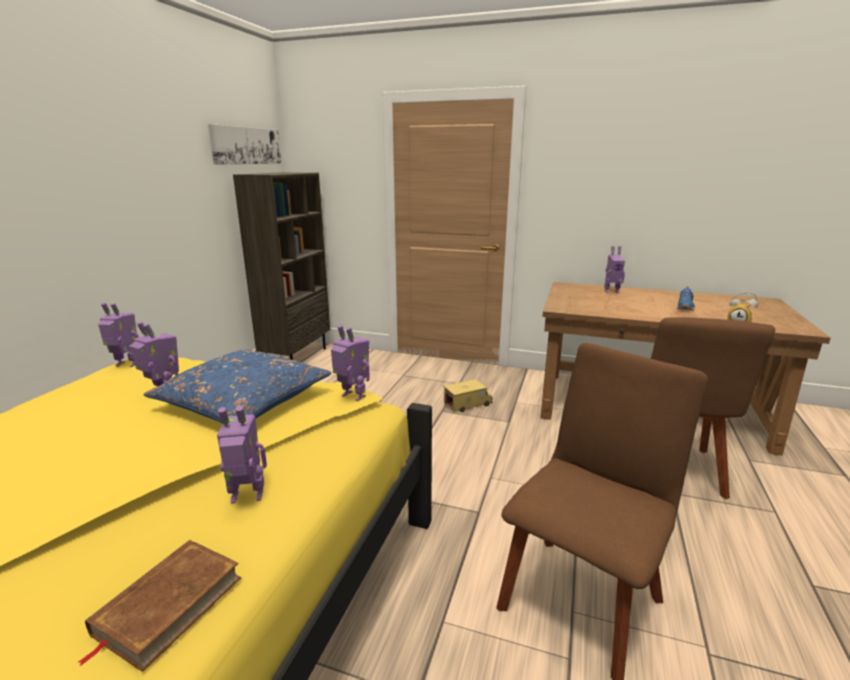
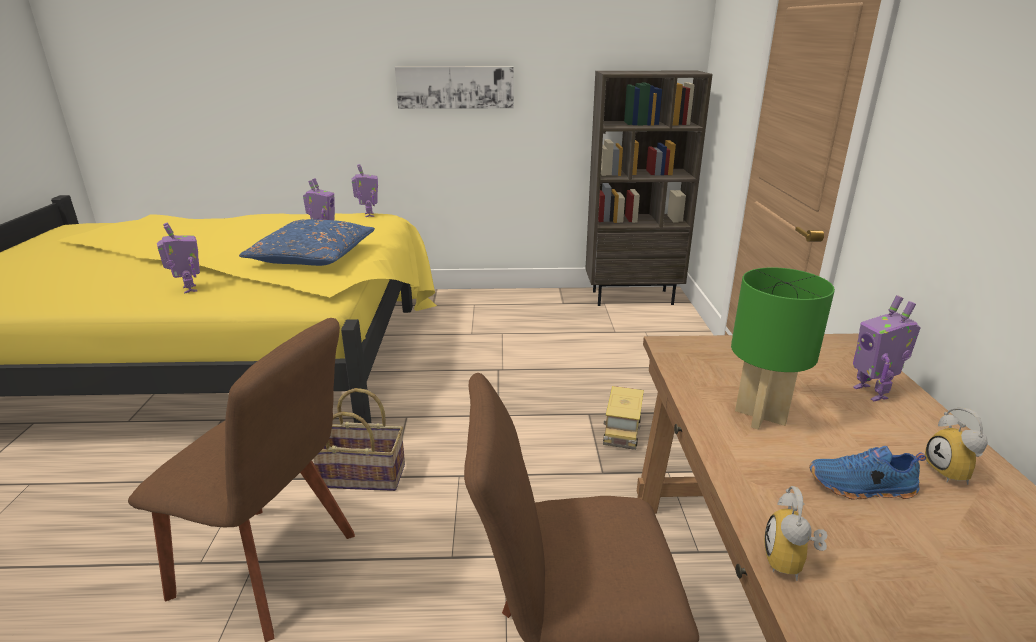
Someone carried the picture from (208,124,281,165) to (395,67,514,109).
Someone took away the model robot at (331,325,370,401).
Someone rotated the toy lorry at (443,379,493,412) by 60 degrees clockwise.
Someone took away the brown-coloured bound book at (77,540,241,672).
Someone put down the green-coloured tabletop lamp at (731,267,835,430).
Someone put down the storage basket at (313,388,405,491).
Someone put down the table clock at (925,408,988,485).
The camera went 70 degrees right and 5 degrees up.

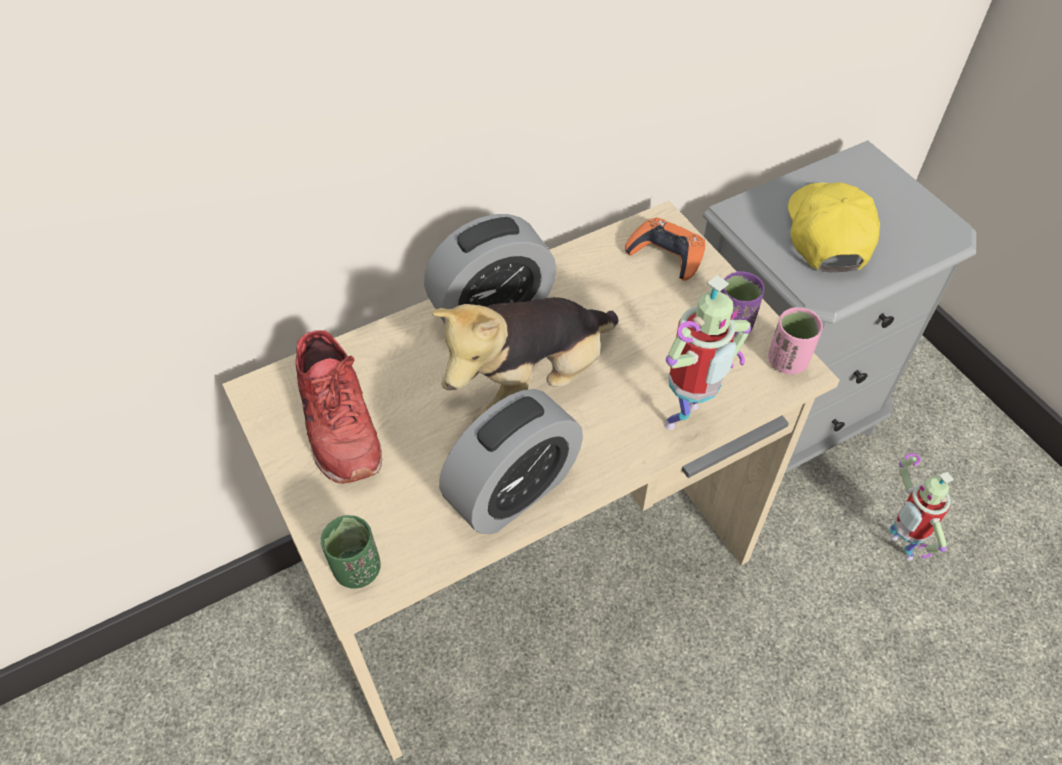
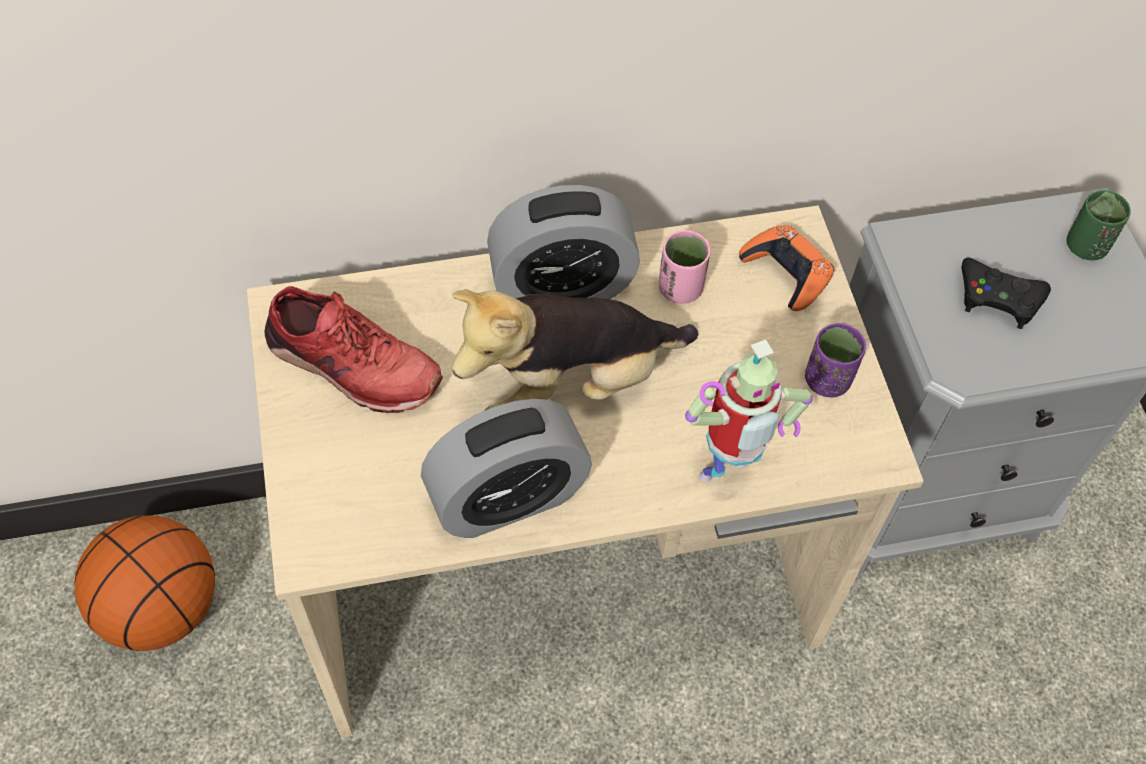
Someone swapped the yellowish peaked cap at (788,182,880,273) for the blackish game controller at (961,258,1051,329).
Someone carried the pink drinking cup from (768,307,823,374) to (659,230,710,304).
Someone rotated the reddish low shoe at (296,331,382,484) by 60 degrees counterclockwise.
Someone took away the model robot at (889,453,954,561).
Someone carried the green-coloured drinking cup from (321,515,381,589) to (1067,190,1131,260).
Someone put down the ball for basketball at (74,515,215,651).
The camera went 15 degrees right and 5 degrees up.

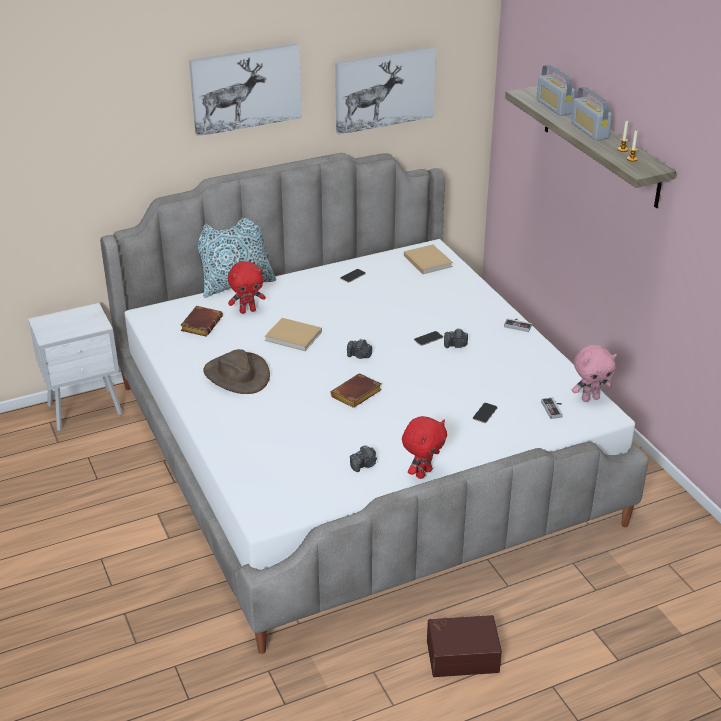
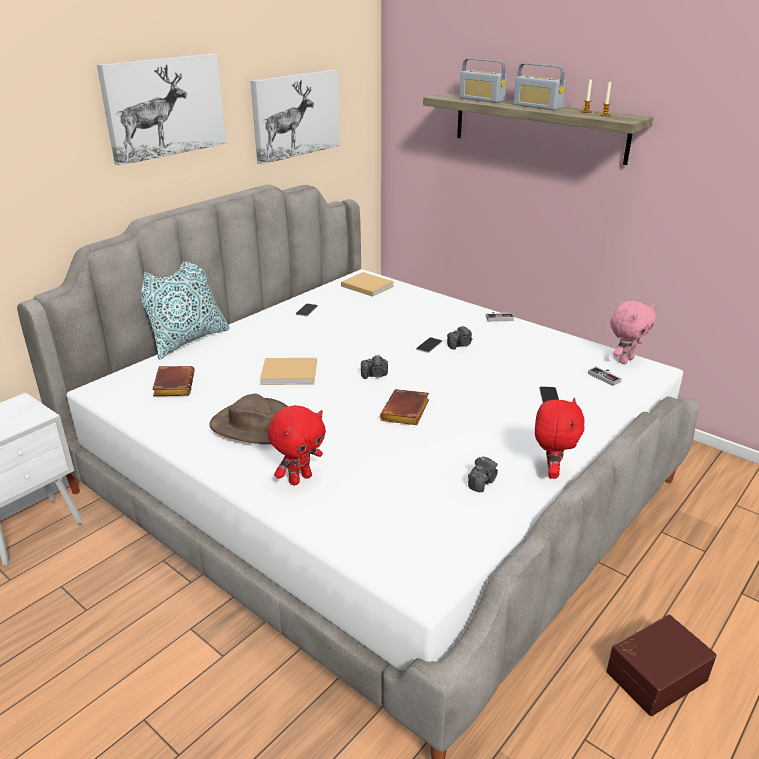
Someone carried the reddish plush toy from (228,261,266,314) to (267,405,326,486).
The camera went 25 degrees left and 5 degrees down.

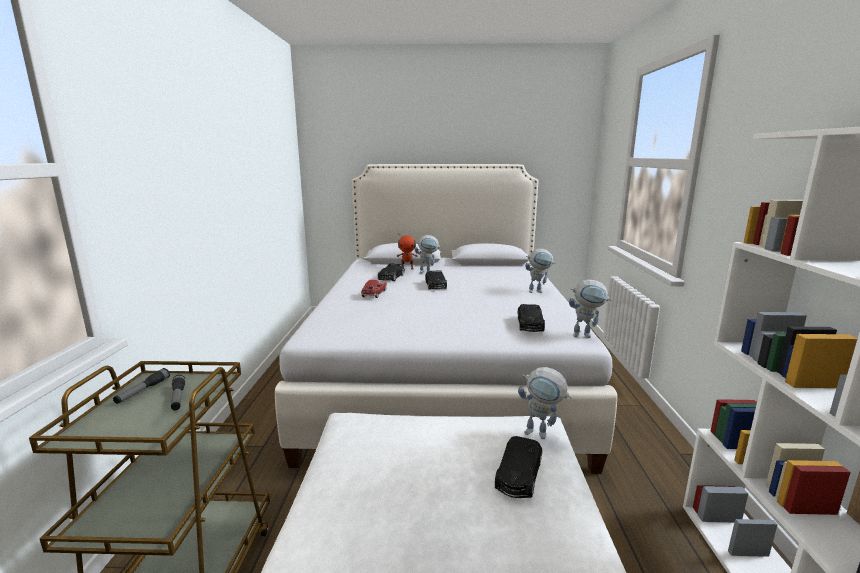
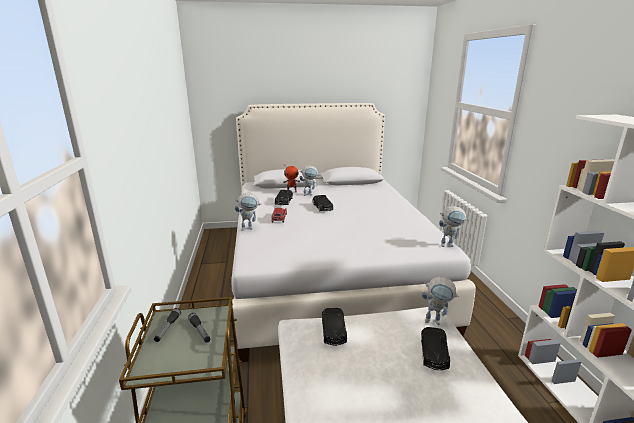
Someone carried the model robot from (525,249,555,293) to (235,193,262,231).
Someone carried the blackish miniature car from (518,304,545,332) to (322,308,347,346).
The camera went 10 degrees left and 5 degrees up.

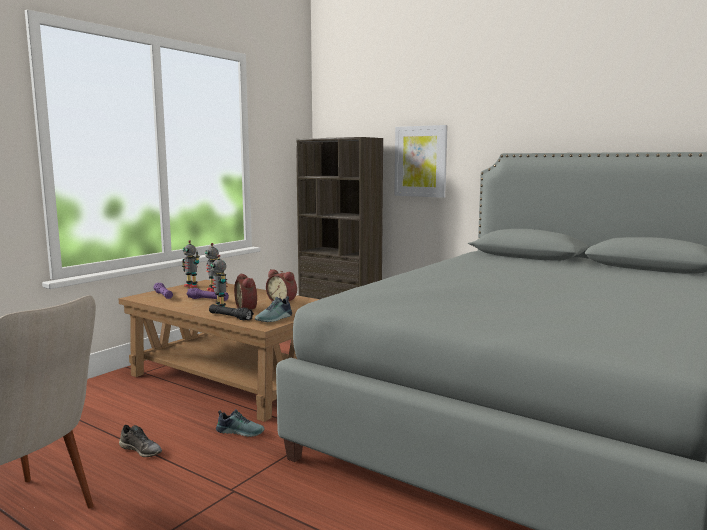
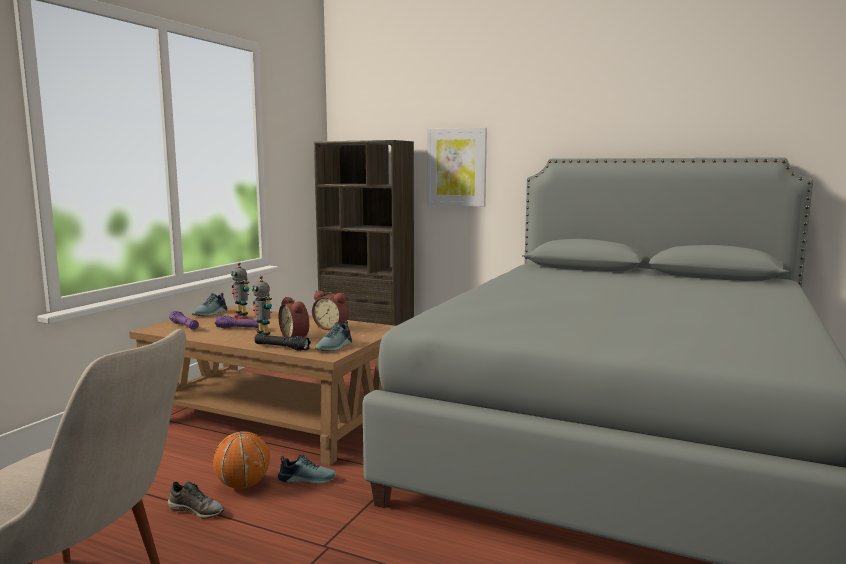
Someone swapped the model robot at (182,240,200,288) for the low shoe at (192,293,227,316).
Someone put down the ball for basketball at (213,431,270,489).
The camera went 10 degrees left and 0 degrees up.

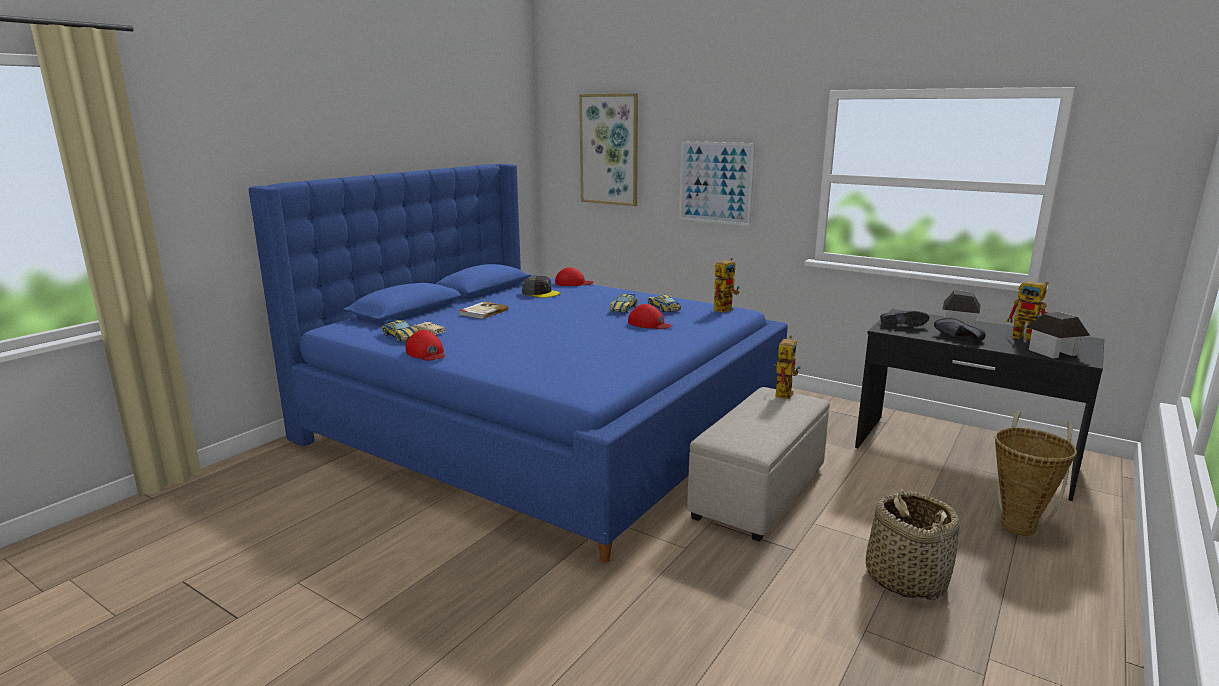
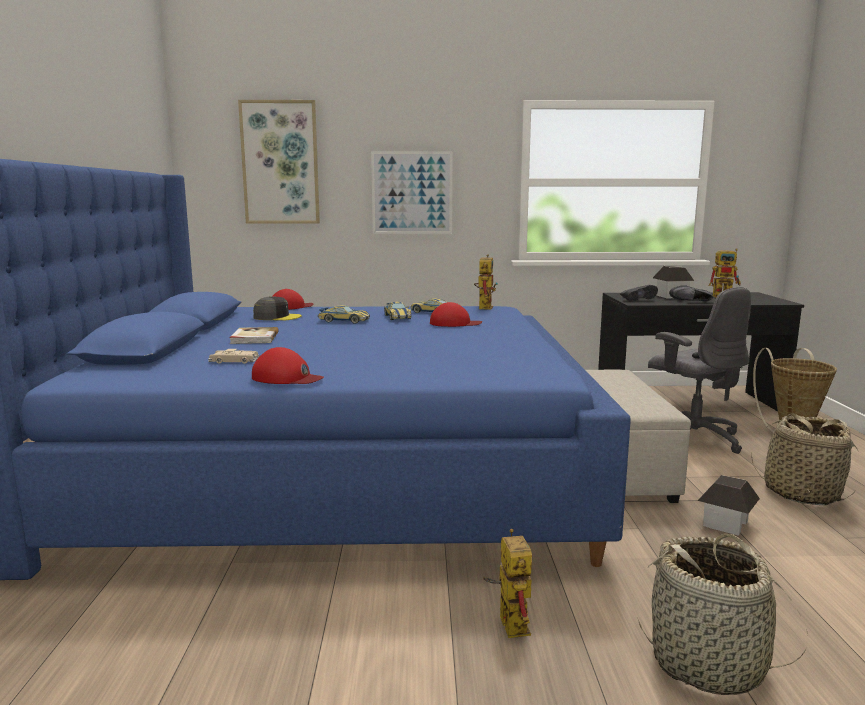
Someone carried the toy house from (1026,312,1090,358) to (697,475,760,536).
Someone carried the miniature car from (382,319,418,342) to (318,305,370,324).
Someone carried the model robot from (774,335,801,399) to (483,529,532,638).
Someone put down the gray office chair at (648,287,751,454).
Someone put down the storage basket at (637,534,808,695).
The camera went 35 degrees left and 5 degrees down.

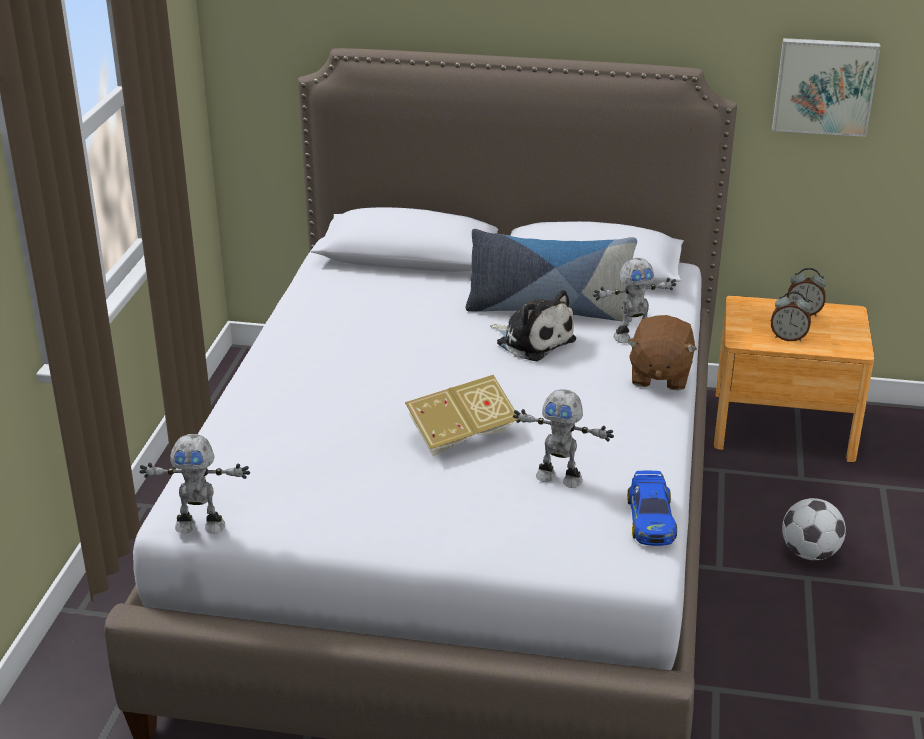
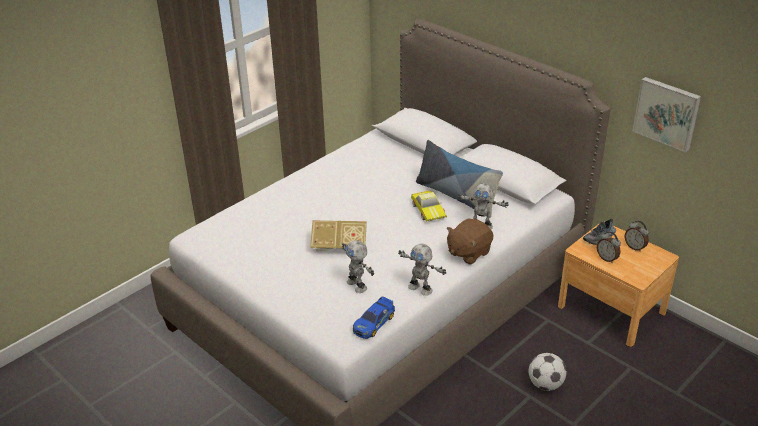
Someone swapped the plush toy at (490,290,576,361) for the miniature car at (411,190,447,221).
Someone carried the model robot from (139,434,250,534) to (398,244,446,296).
Someone put down the low shoe at (583,218,616,245).
The camera went 35 degrees right and 5 degrees up.

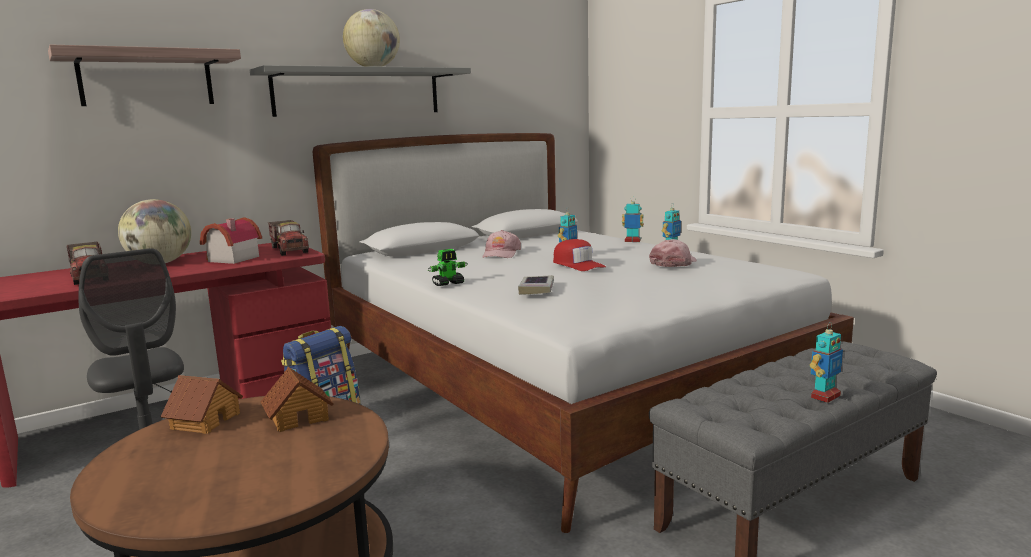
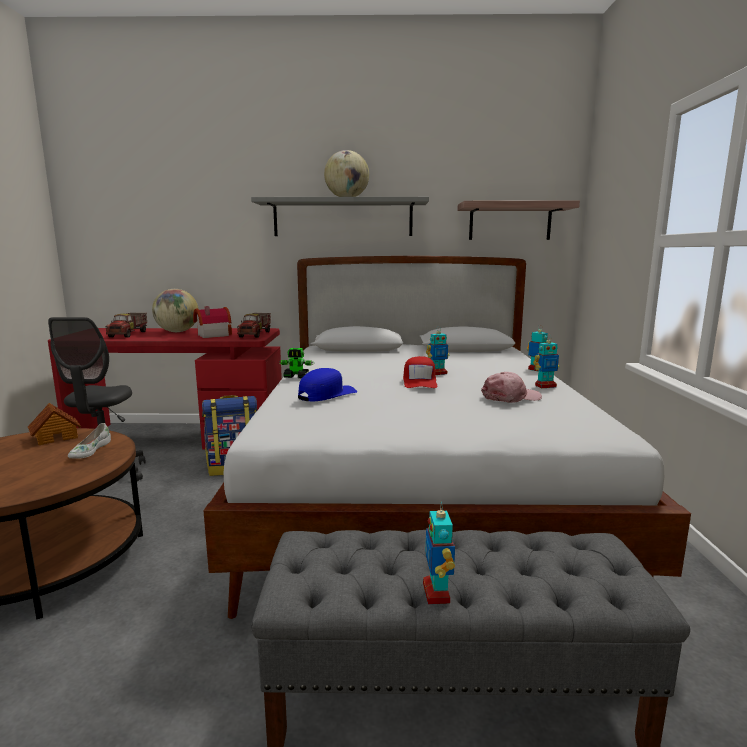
Someone carried the bracket shelf from (48,45,241,106) to (457,200,580,240).
Someone took away the pink peaked cap at (482,230,521,258).
Someone swapped the bound book at (518,275,554,295) for the bluish peaked cap at (298,368,358,401).
Someone rotated the model robot at (810,322,843,403) by 90 degrees clockwise.
Someone swapped the toy house at (261,367,334,432) for the white low shoe at (68,423,111,459).
The camera went 35 degrees right and 0 degrees up.

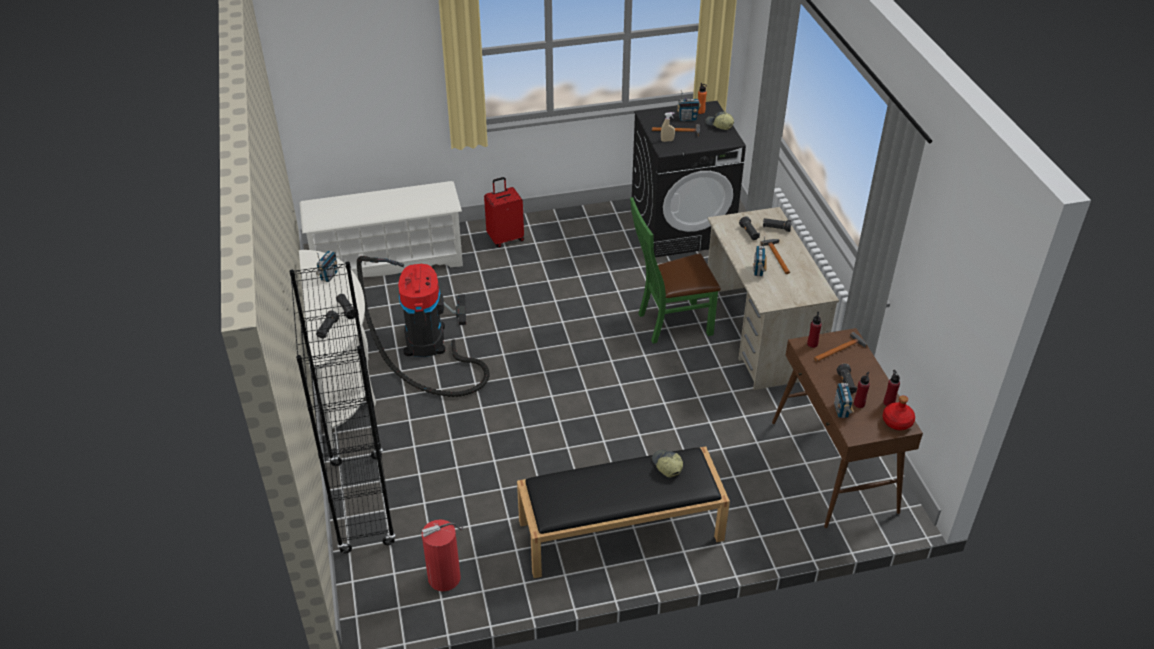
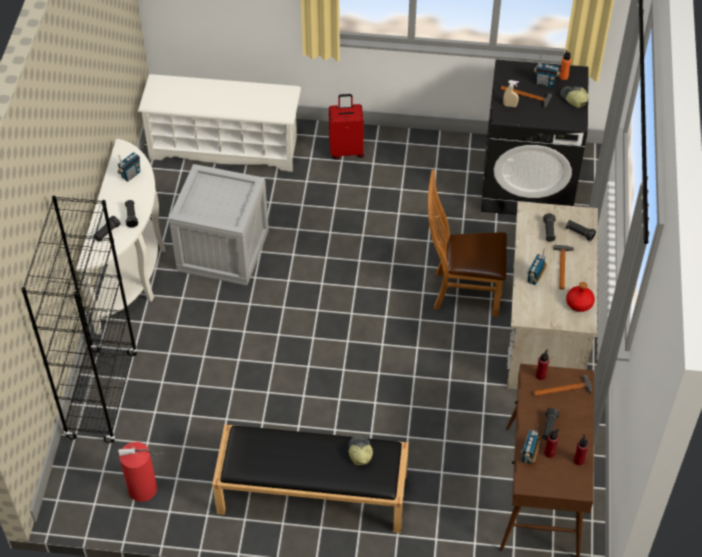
Someone repainted the green-coloured chair at (630,197,721,344), which became the brown-coloured chair at (428,170,507,317).
Someone swapped the hoover at (357,256,489,397) for the crate at (169,164,269,286).
Someone carried the reddish drink bottle from (883,396,915,430) to (566,282,595,312).
The camera went 20 degrees right and 10 degrees up.

